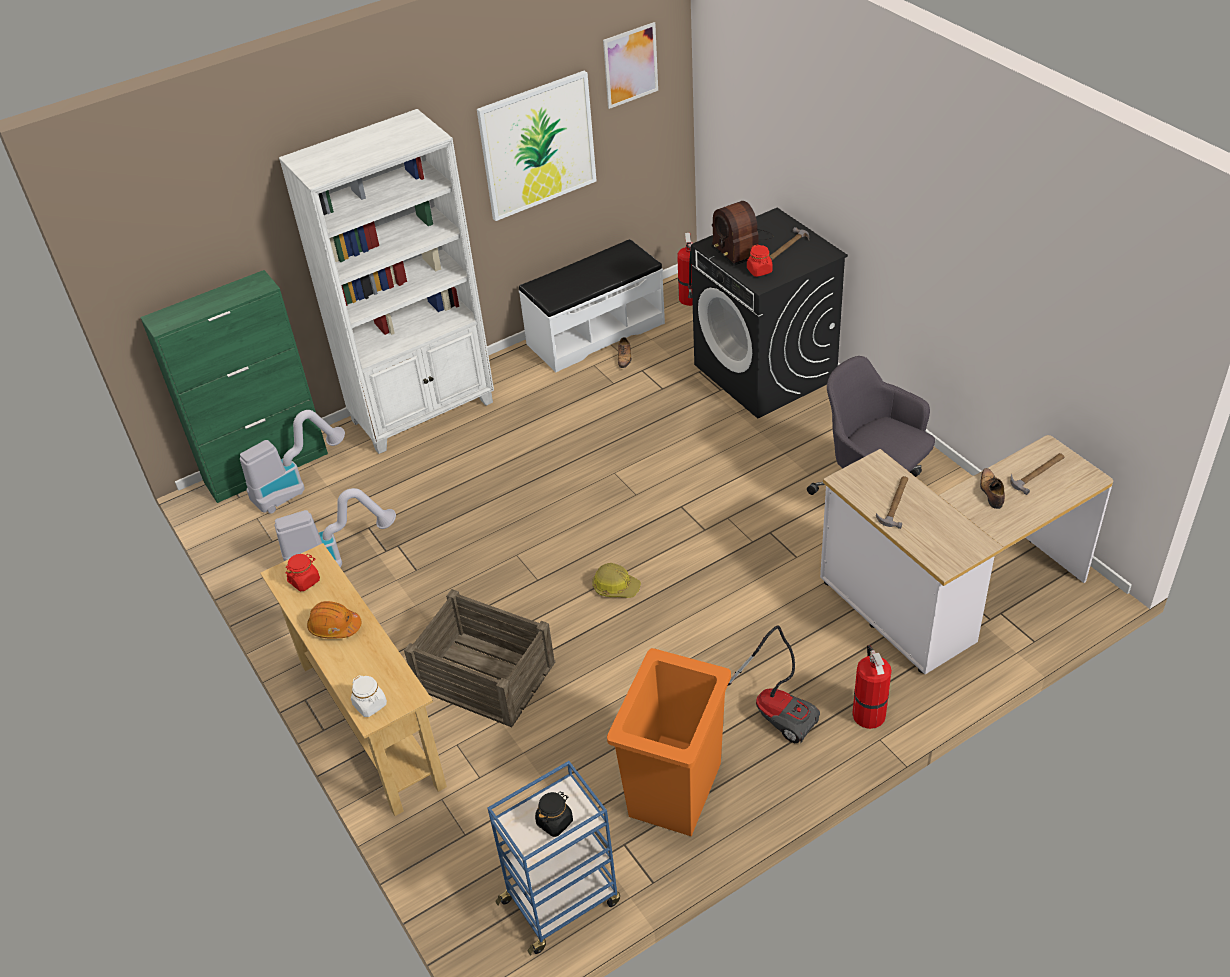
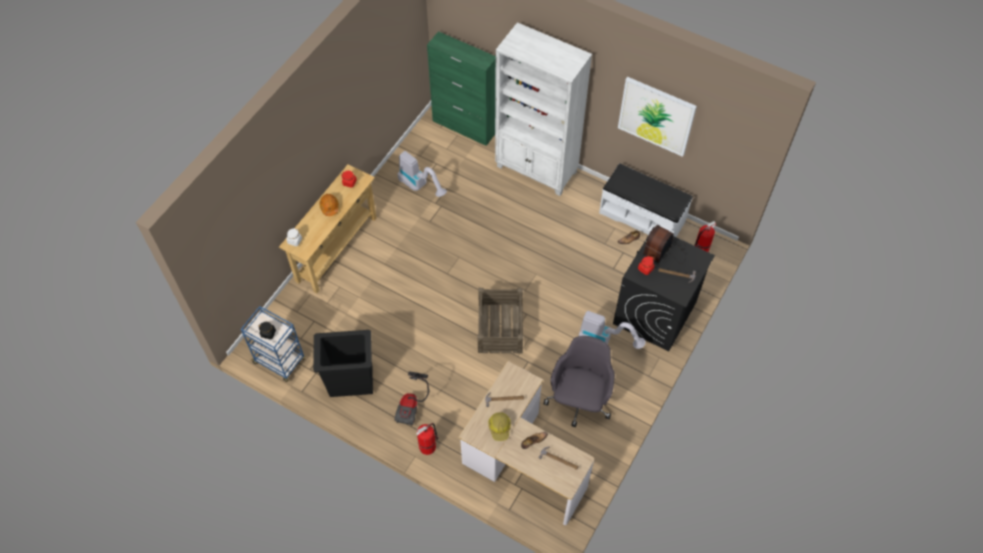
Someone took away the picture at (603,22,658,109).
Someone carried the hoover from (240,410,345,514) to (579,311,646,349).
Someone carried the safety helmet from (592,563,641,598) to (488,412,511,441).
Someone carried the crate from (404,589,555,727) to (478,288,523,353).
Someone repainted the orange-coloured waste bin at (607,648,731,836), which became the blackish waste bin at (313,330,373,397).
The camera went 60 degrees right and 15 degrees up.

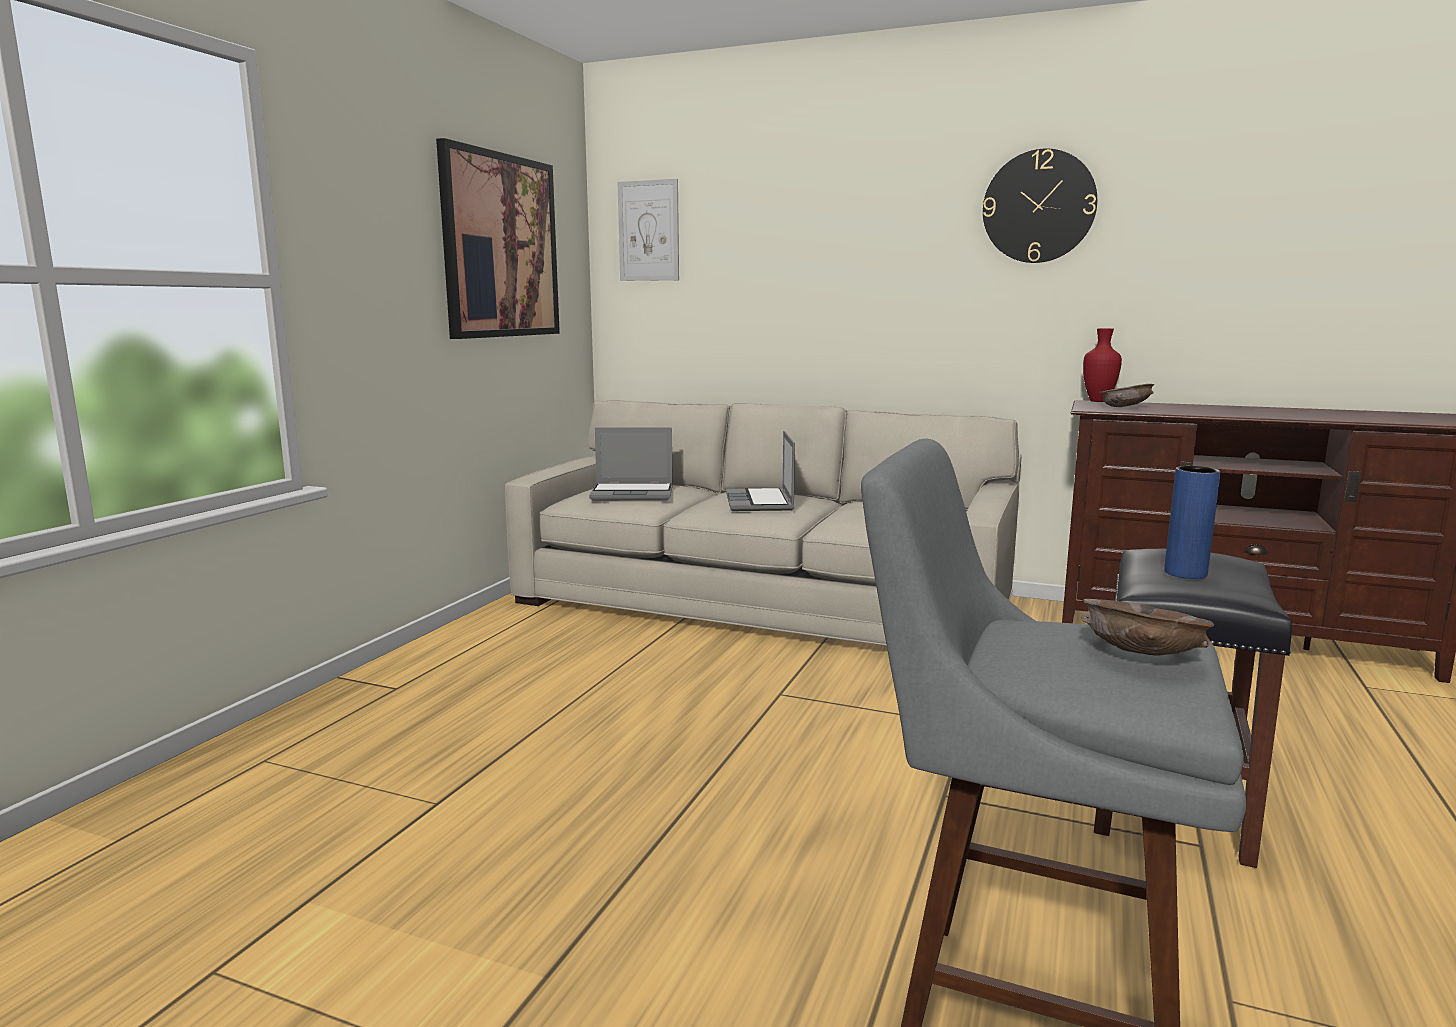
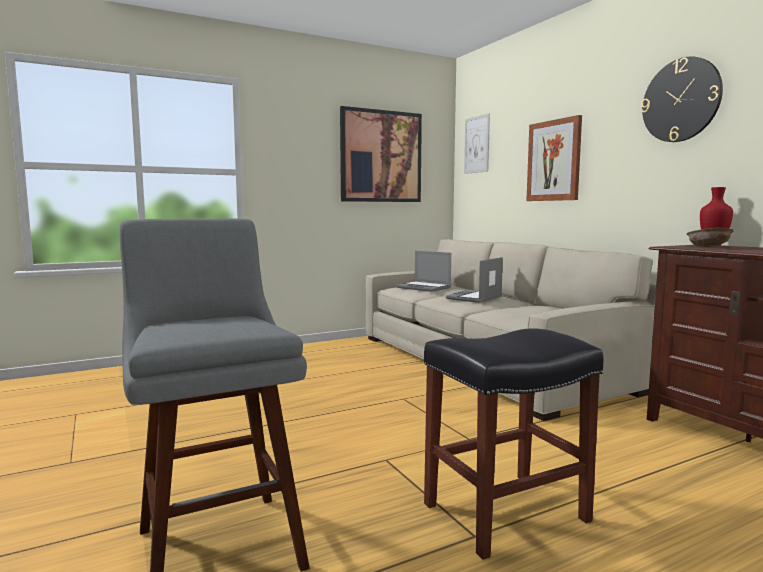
Someone took away the bluish vase at (1164,466,1221,579).
Someone took away the brown-coloured deep dish at (1081,599,1214,656).
Someone put up the picture at (526,115,582,201).
The camera went 40 degrees right and 5 degrees down.

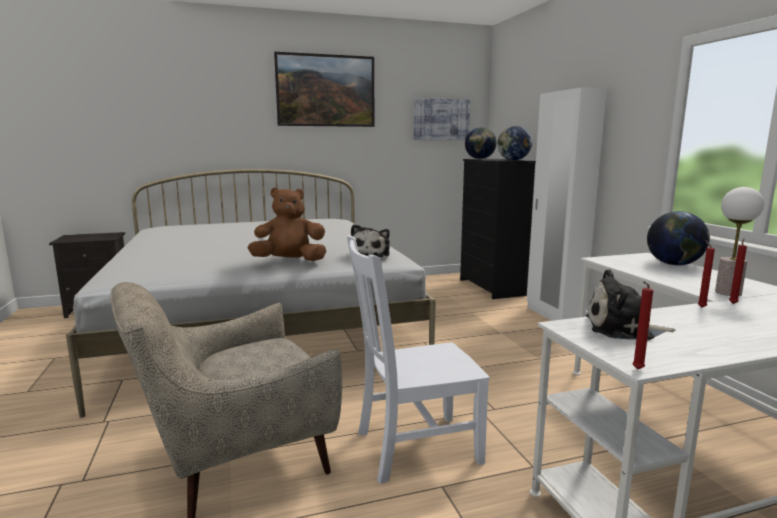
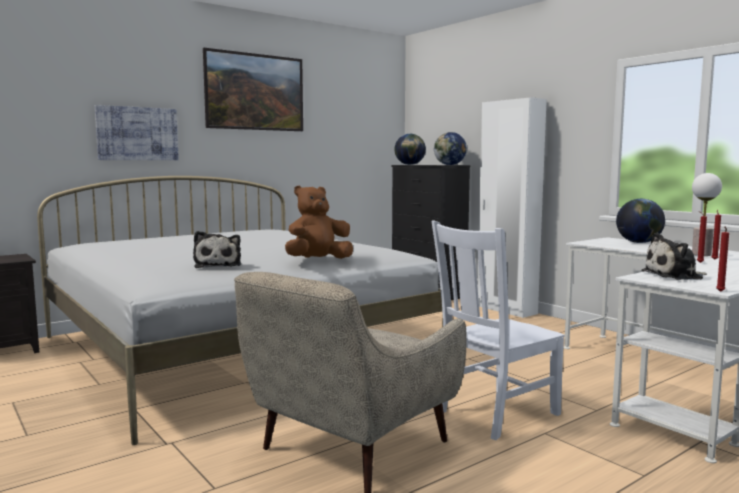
Someone carried the picture from (413,98,470,140) to (95,105,179,160).
Someone carried the plush toy from (351,224,390,257) to (193,231,241,268).
The camera went 20 degrees left and 5 degrees down.

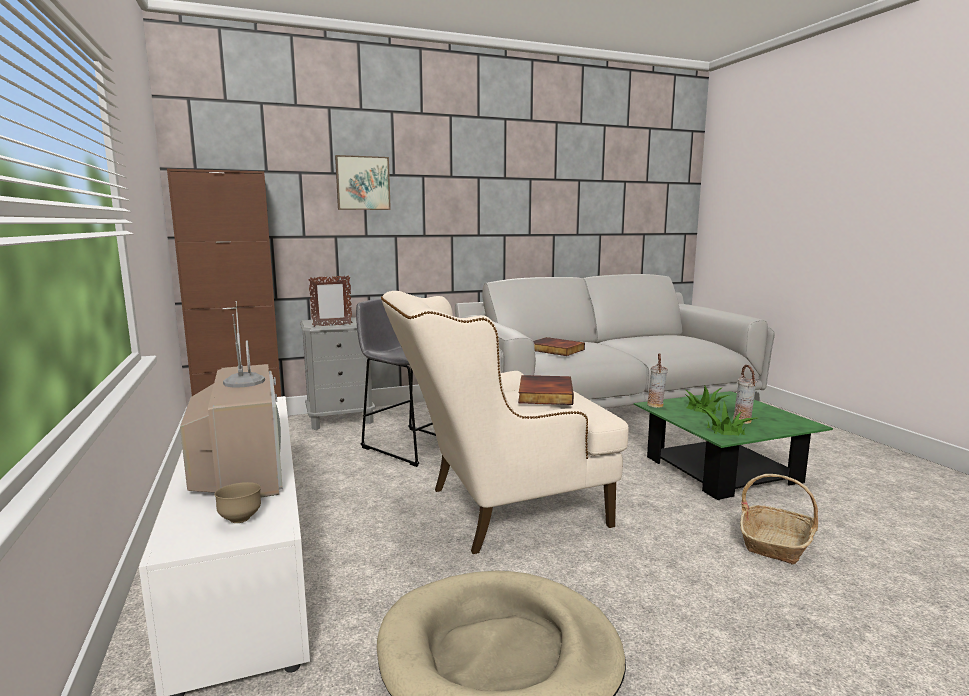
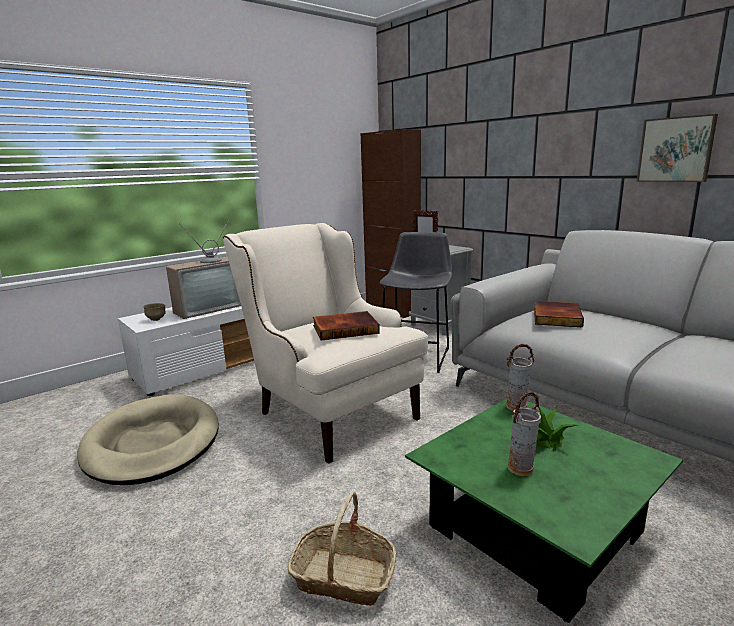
Someone carried the picture from (335,155,391,210) to (637,114,718,182).
Someone took away the houseplant at (699,401,757,436).
The camera went 70 degrees right and 5 degrees up.

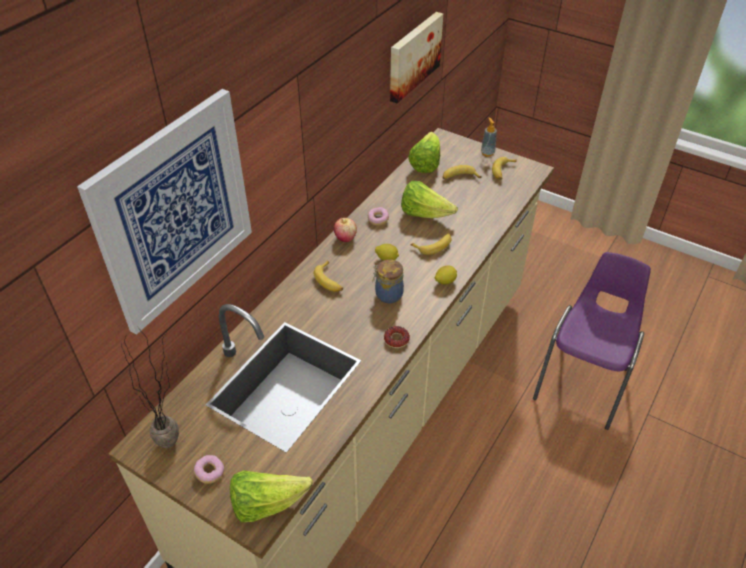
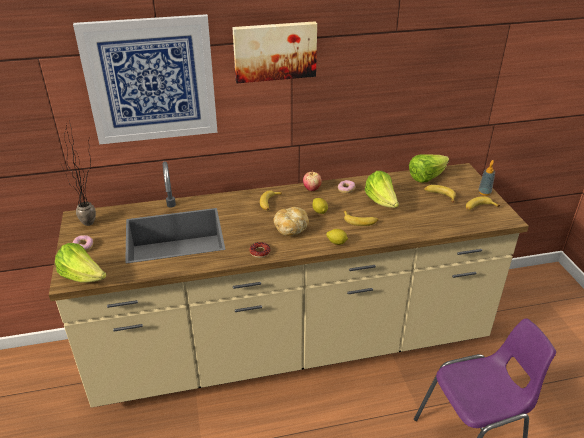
Someone carried the picture from (390,12,443,103) to (232,21,317,83).
Someone swapped the preserve jar at (373,260,404,303) for the bread at (273,207,309,236).
The camera went 45 degrees right and 10 degrees down.

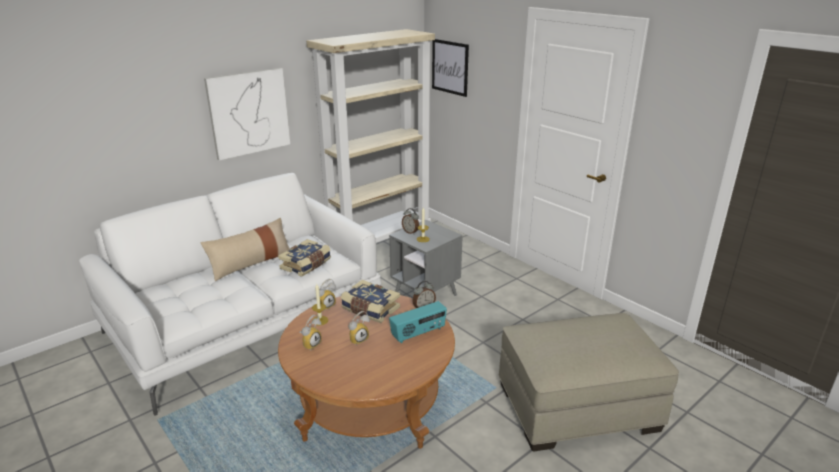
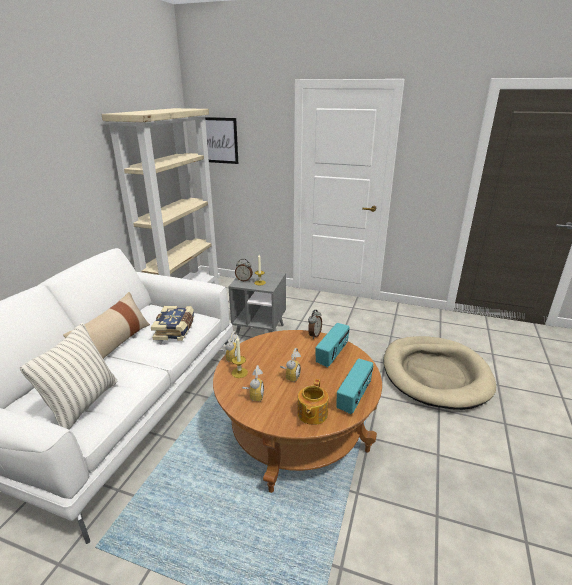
Someone took away the picture at (204,68,290,161).
Someone took away the bound book at (341,280,400,323).
Someone swapped the beige footrest at (498,313,679,452) for the beige dog cushion at (384,336,496,410).
Someone put down the throw pillow at (20,323,117,430).
Someone put down the radio at (336,358,374,414).
Someone put down the pot for tea at (297,379,329,425).
The camera went 30 degrees left and 0 degrees up.

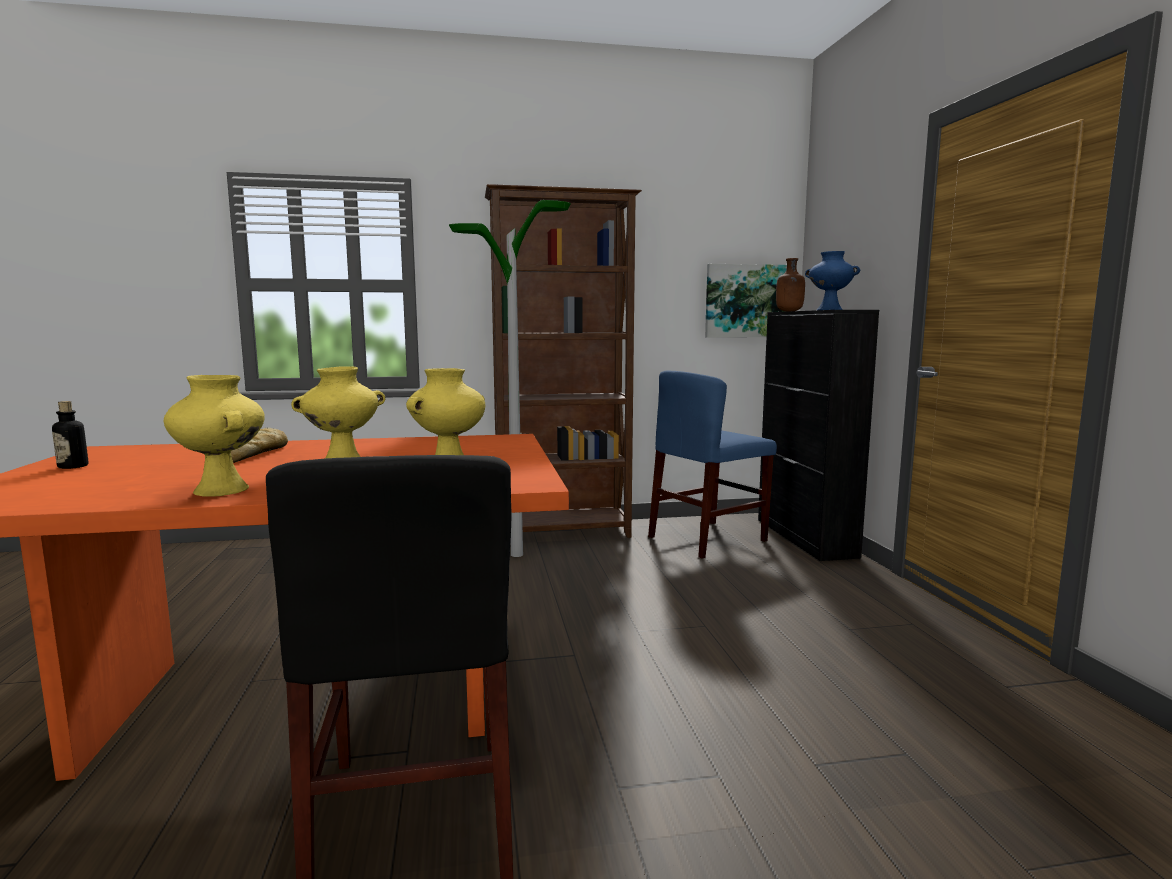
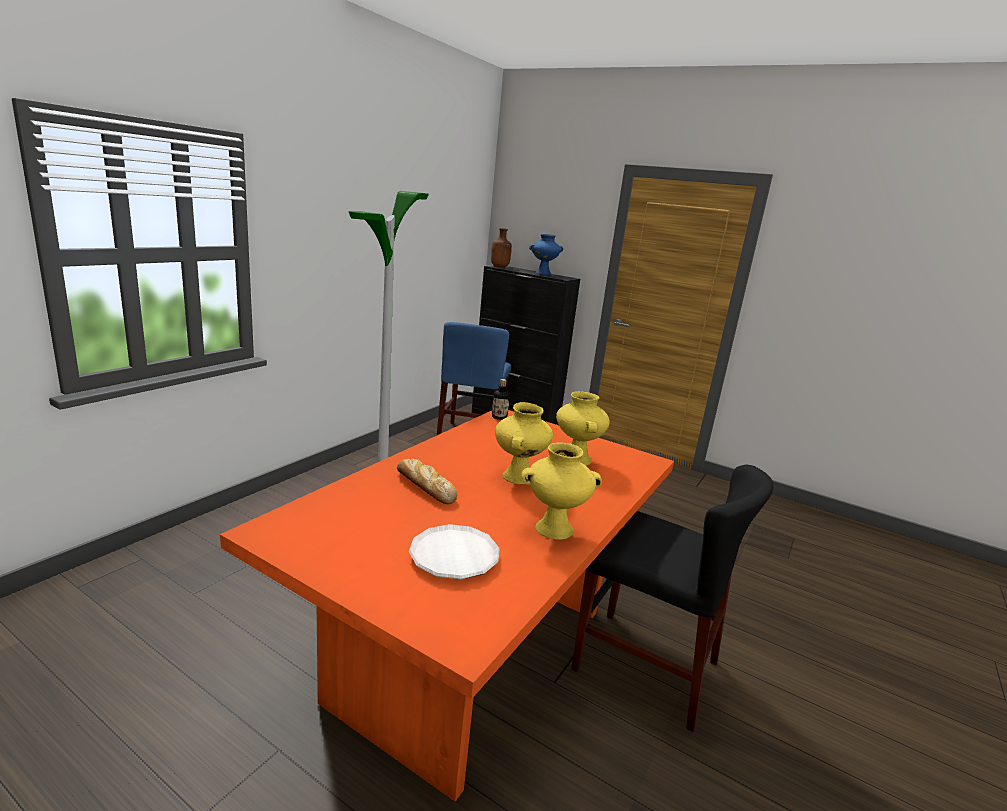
Someone took away the brown-coloured shelving unit at (485,184,642,538).
Someone took away the picture at (705,264,787,338).
Someone carried the drink bottle from (52,401,88,469) to (492,379,510,420).
Someone put down the white flat dish at (409,524,500,579).
The camera went 50 degrees left and 10 degrees up.

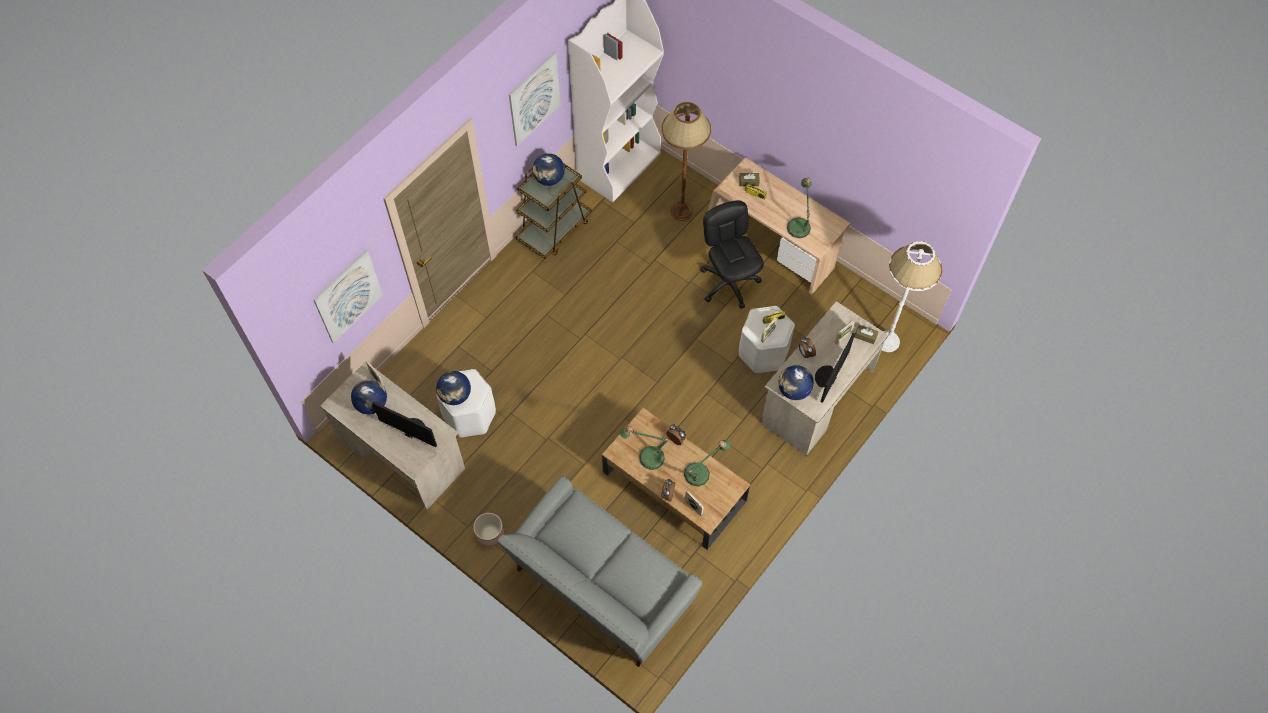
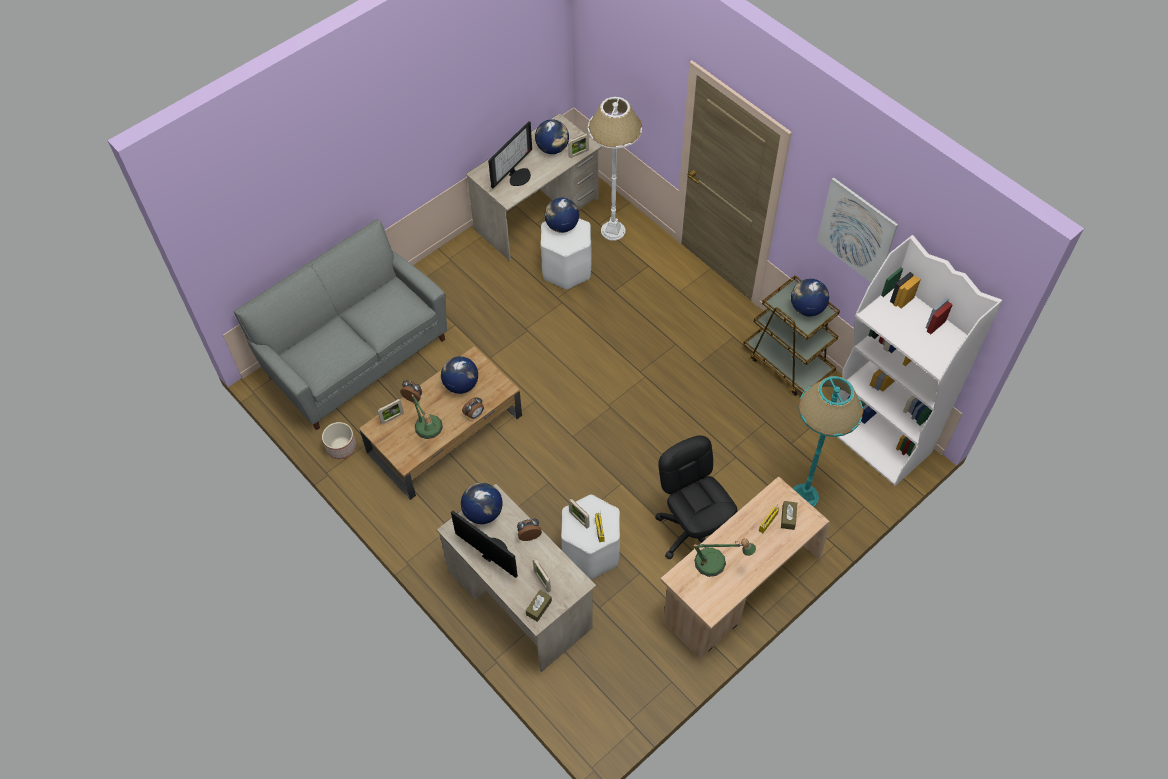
Someone repainted the brown-coloured standard lamp at (662,102,711,221), which became the blue-green standard lamp at (793,376,863,507).
Someone rotated the blackish office chair at (700,200,764,309) by 105 degrees counterclockwise.
Someone carried the white standard lamp from (882,241,942,352) to (588,97,642,241).
Someone took away the picture at (313,250,383,343).
Someone swapped the tabletop lamp at (619,426,669,470) for the world globe at (441,356,478,394).
Someone carried the plant pot from (474,513,504,547) to (322,422,356,459).
The camera went 100 degrees right and 5 degrees down.

